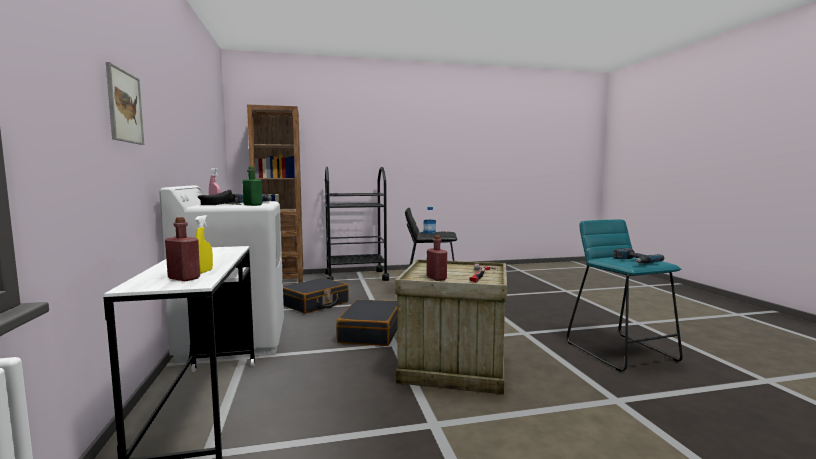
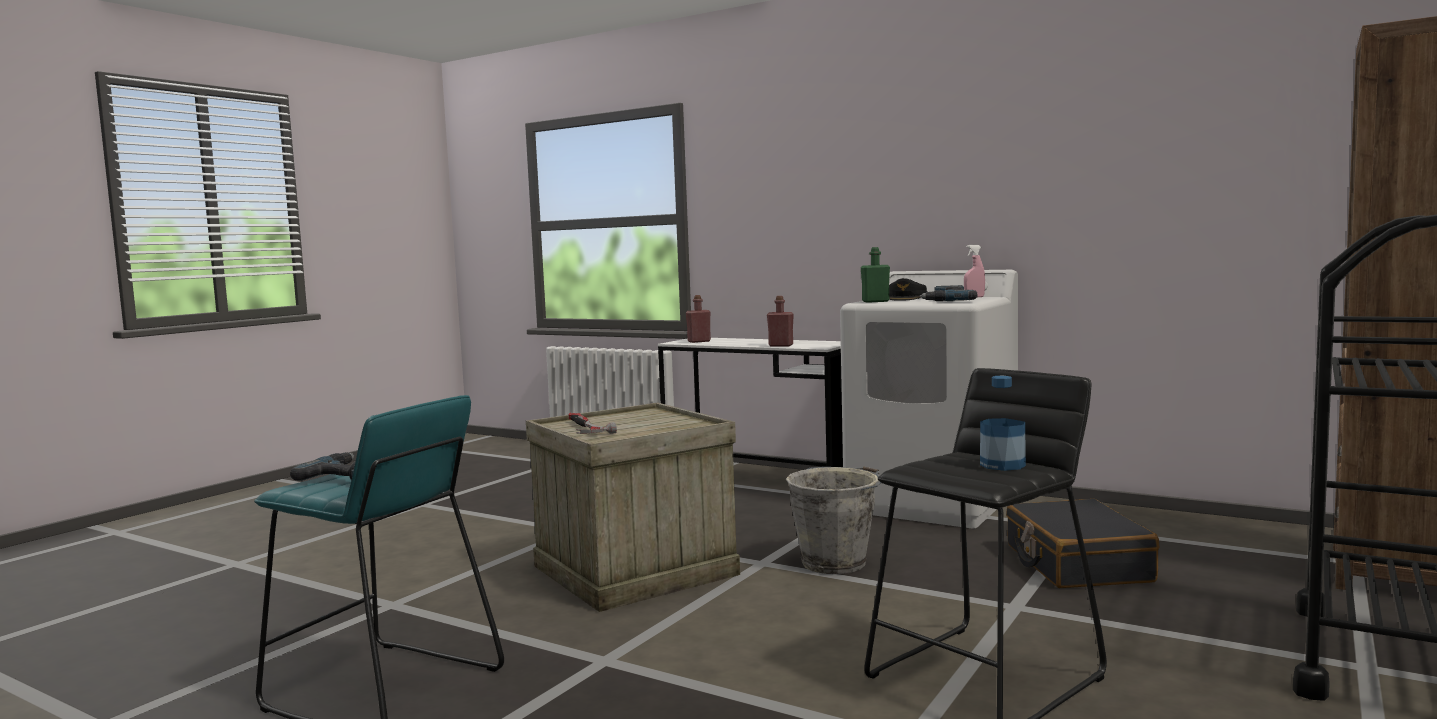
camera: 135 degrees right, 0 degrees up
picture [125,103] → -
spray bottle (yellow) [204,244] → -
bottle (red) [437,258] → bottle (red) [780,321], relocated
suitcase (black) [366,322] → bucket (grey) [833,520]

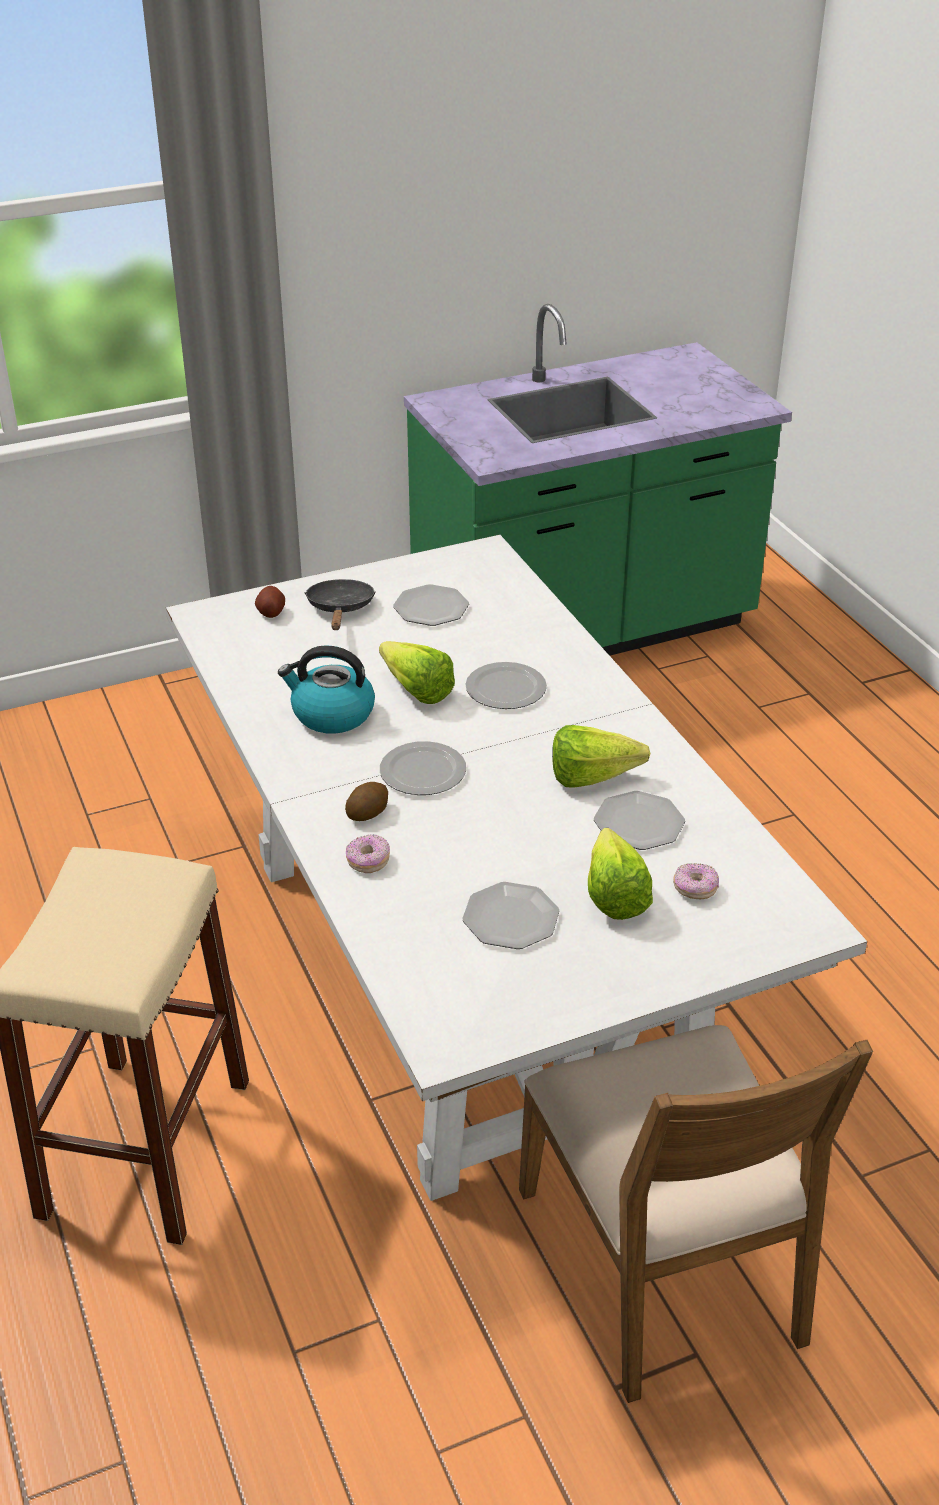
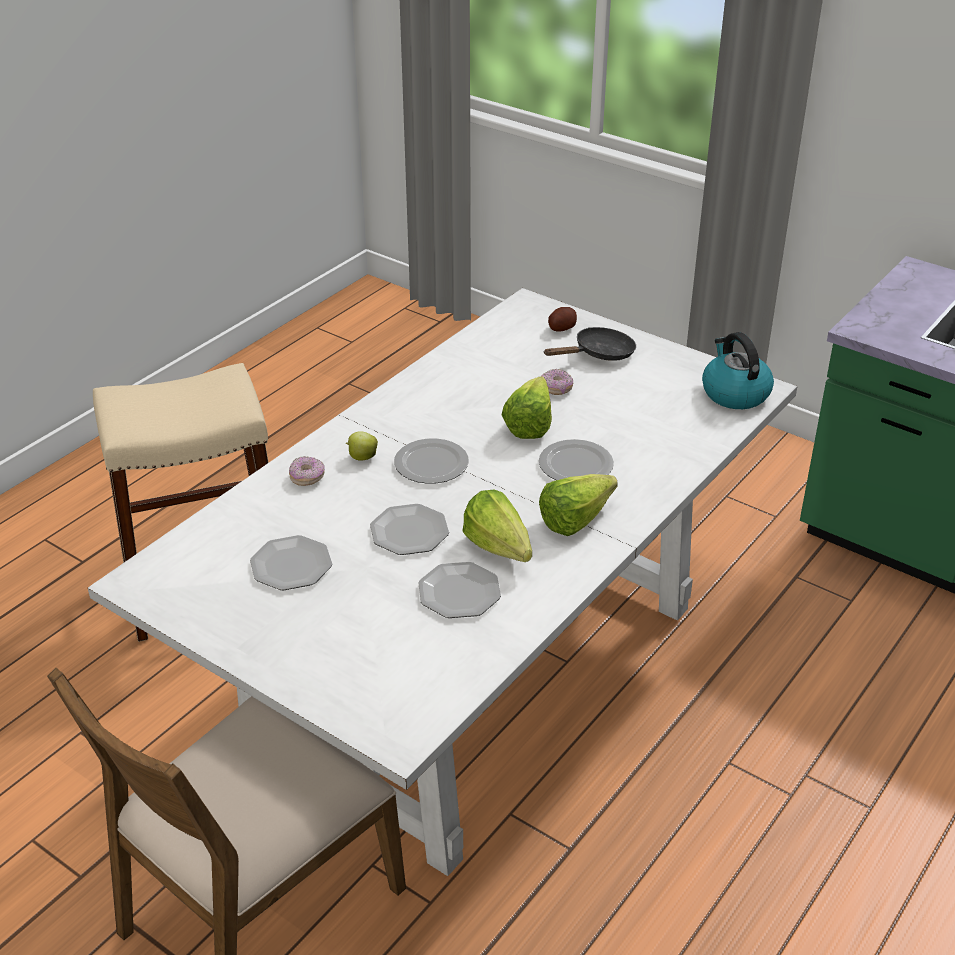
camera: 60 degrees right, 0 degrees up
kettle [326,690] → kettle [738,370], relocated
plate [431,605] → plate [409,529], relocated
lettuce [620,874] → lettuce [578,505], relocated
donut [696,881] → donut [557,382], relocated
potato [366,801] → apple [362,446]

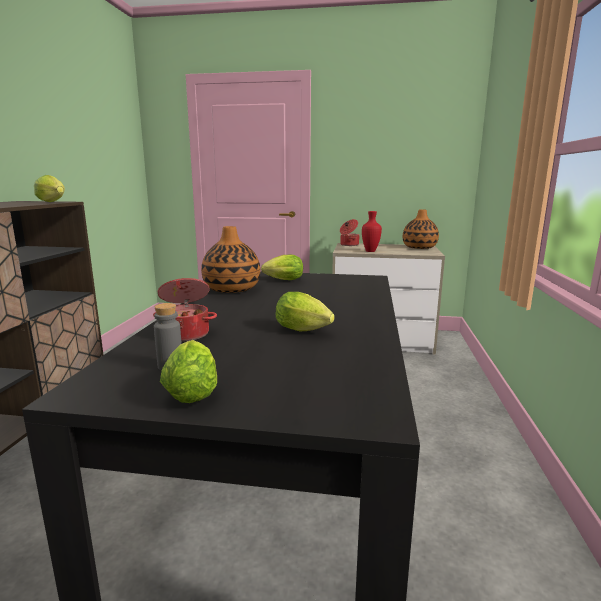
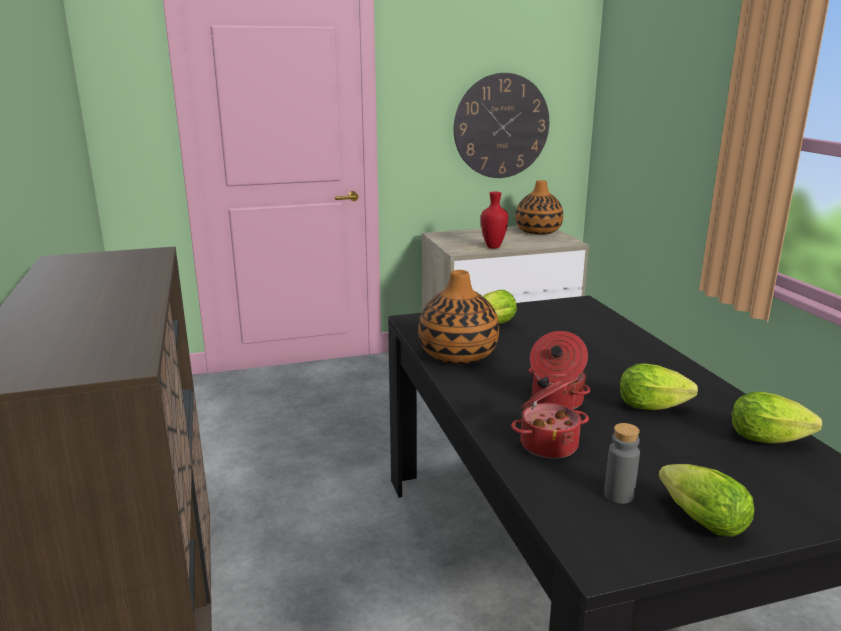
camera: 25 degrees left, 5 degrees up
- → wall clock [501,125]
lettuce [49,188] → lettuce [777,418], relocated
cooking pot [349,232] → cooking pot [559,370], relocated

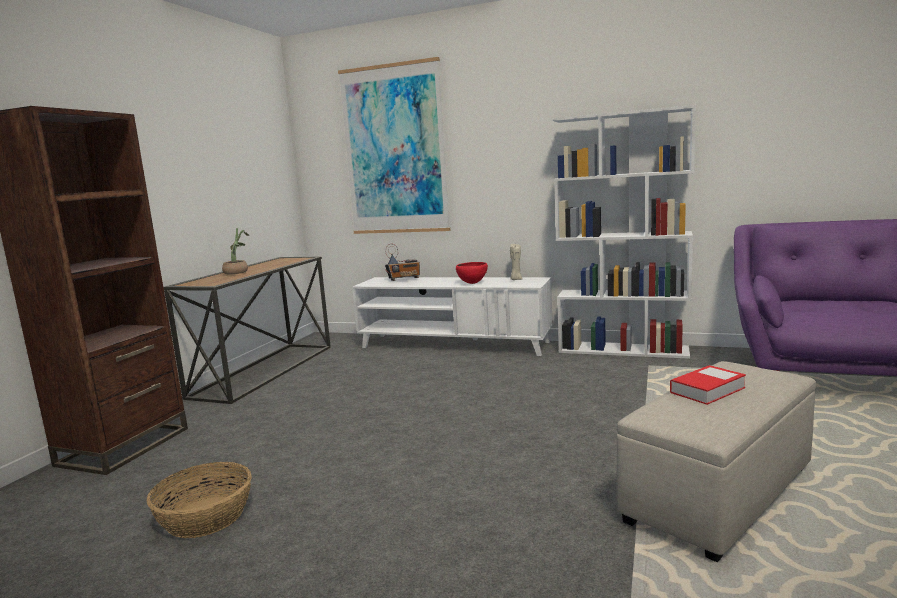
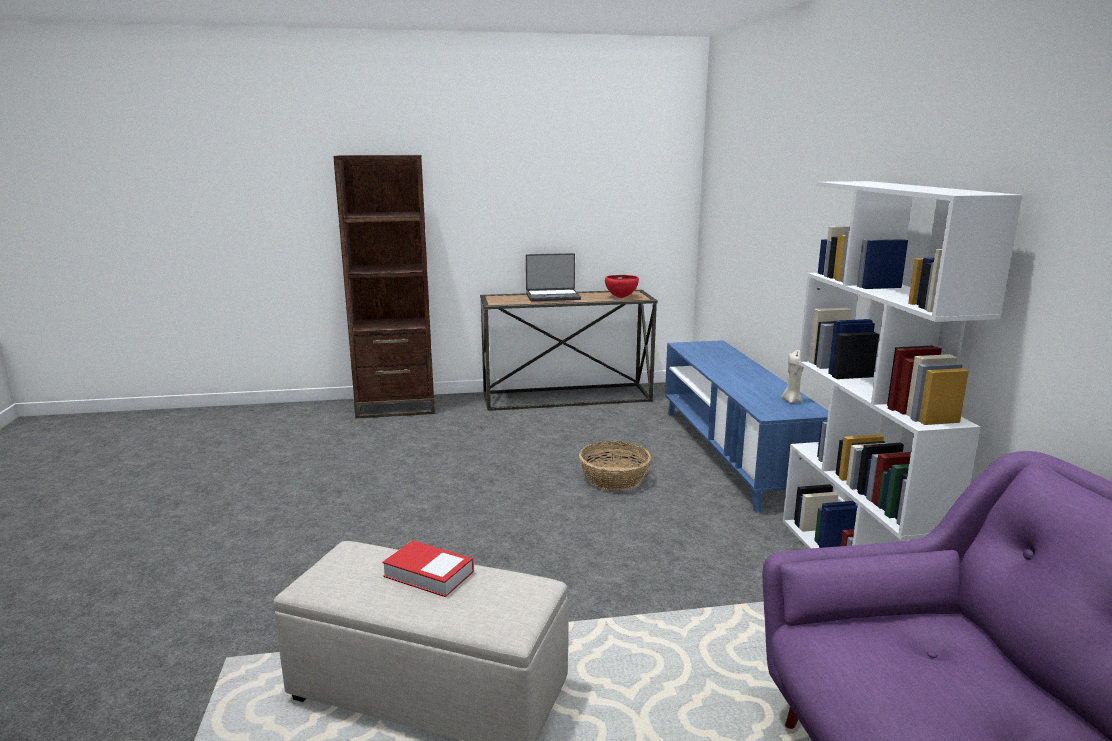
camera: 60 degrees right, 5 degrees up
picture [394,145] → -
radio [402,262] → -
basket [199,500] → basket [615,465], relocated
bowl (red) [472,273] → bowl (red) [622,286], relocated
potted plant [235,251] → laptop [553,277]
tv stand (white) [452,316] → tv stand (blue) [746,426]

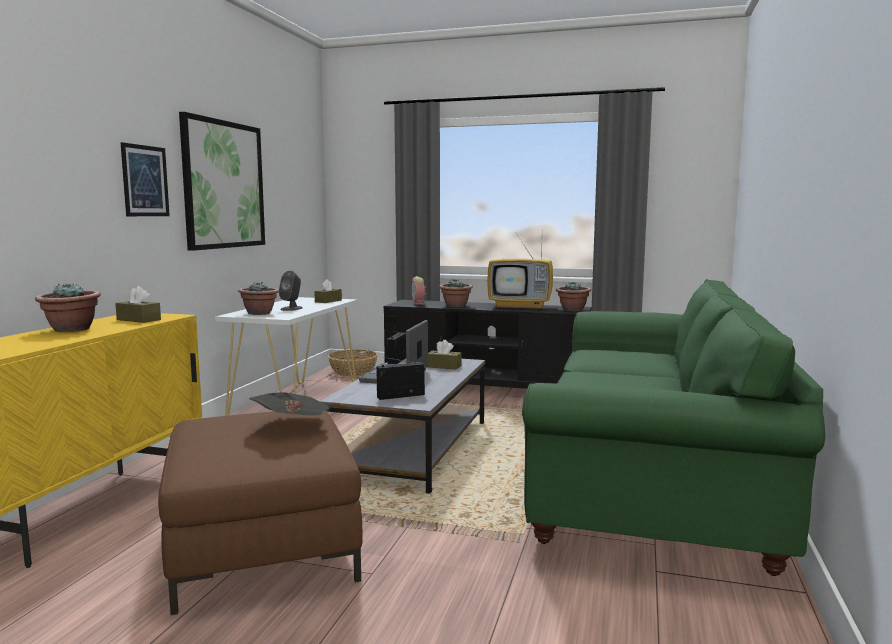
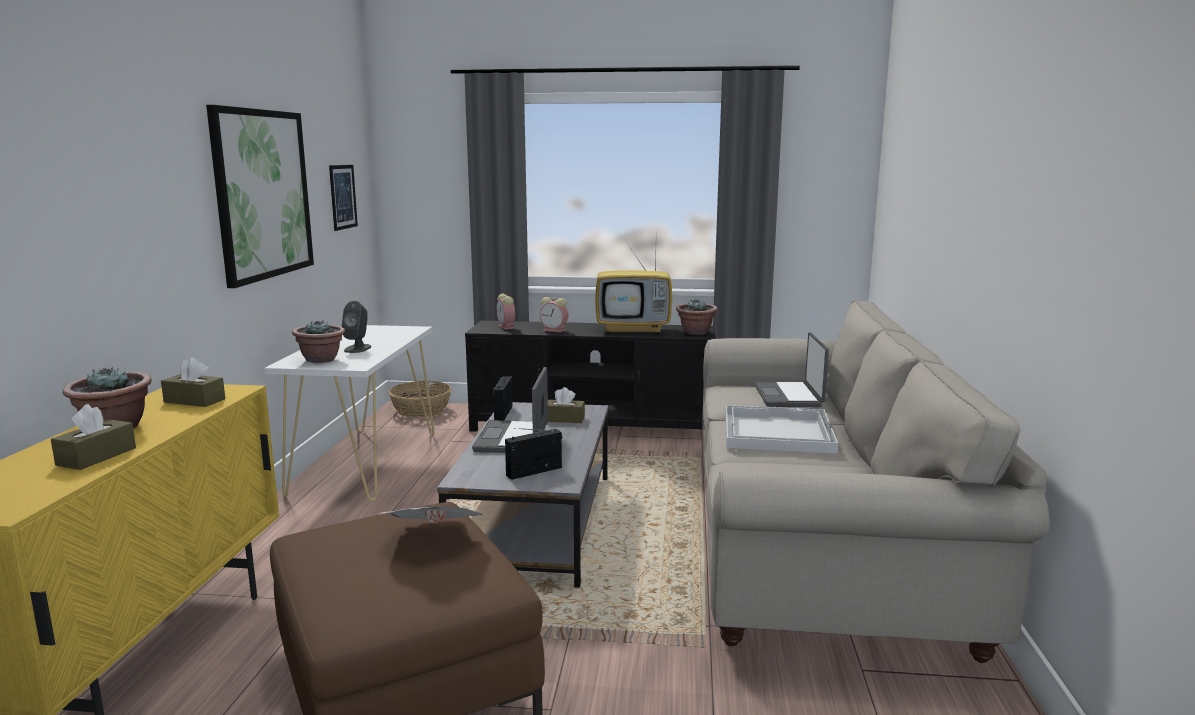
camera: 10 degrees left, 5 degrees up
- → tray (white) [782,429]
- → laptop [791,369]
picture [145,179] → picture [343,198], relocated
tissue box (brown) [328,291] → tissue box (brown) [93,437], relocated
potted plant [456,293] → alarm clock [554,315]
sofa (green) [673,427] → sofa (beige) [876,481]

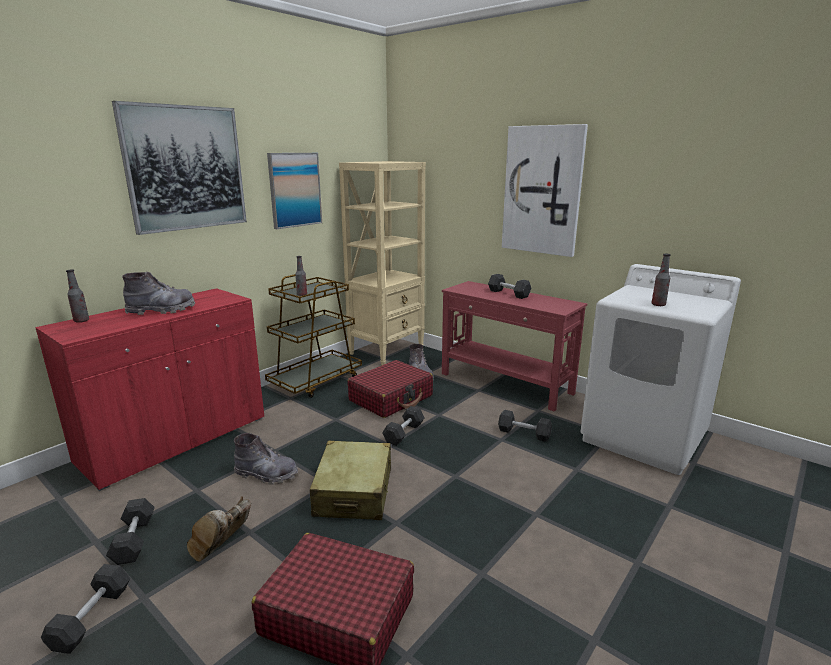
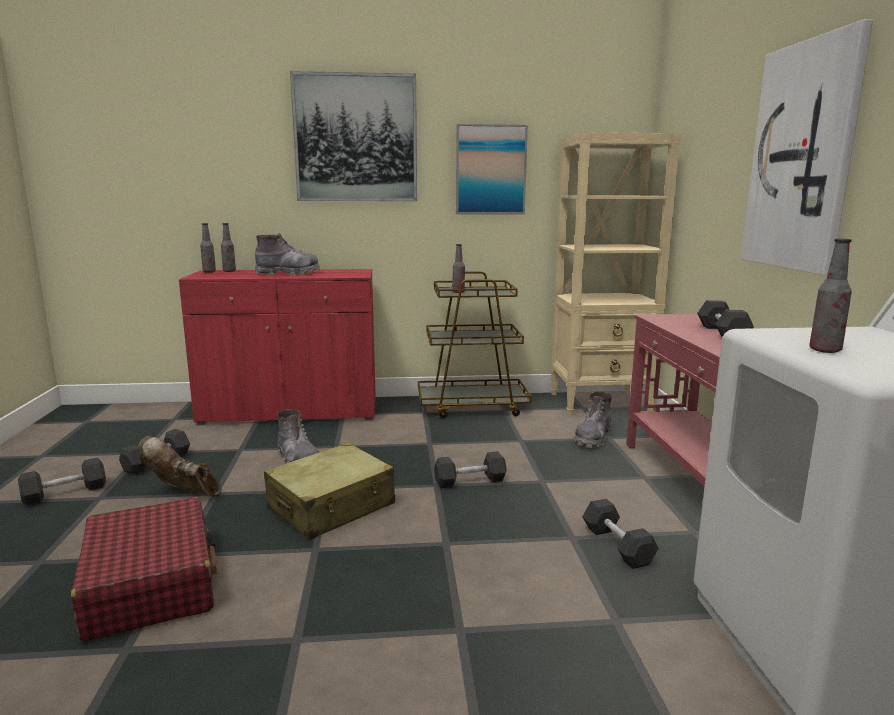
camera: 45 degrees right, 5 degrees down
suitcase (red) [390,389] → -
- → bottle [208,248]
boot (grey) [158,293] → boot (grey) [287,254], 45 degrees counterclockwise
boot (brown) [219,528] → boot (brown) [179,466], 45 degrees clockwise

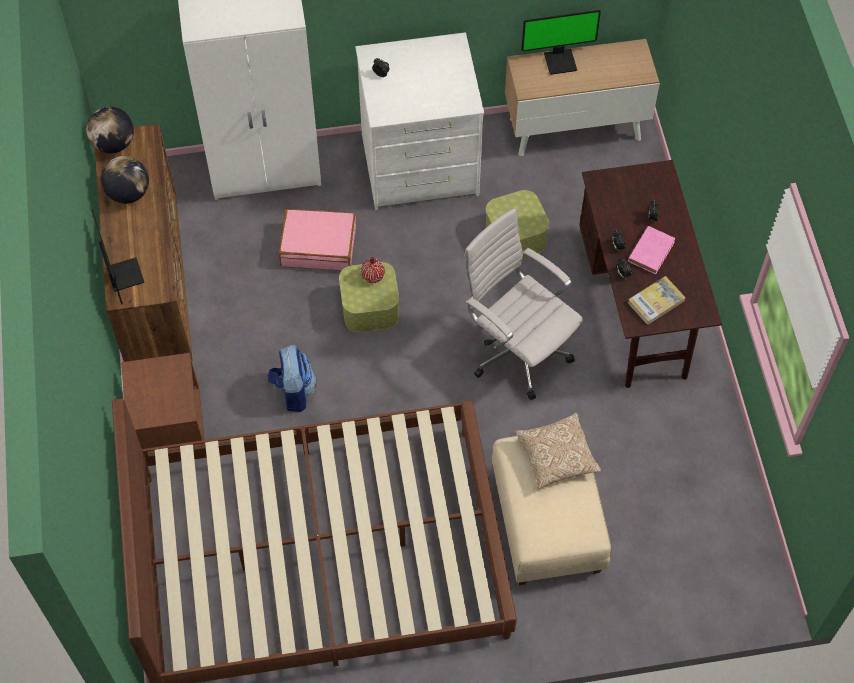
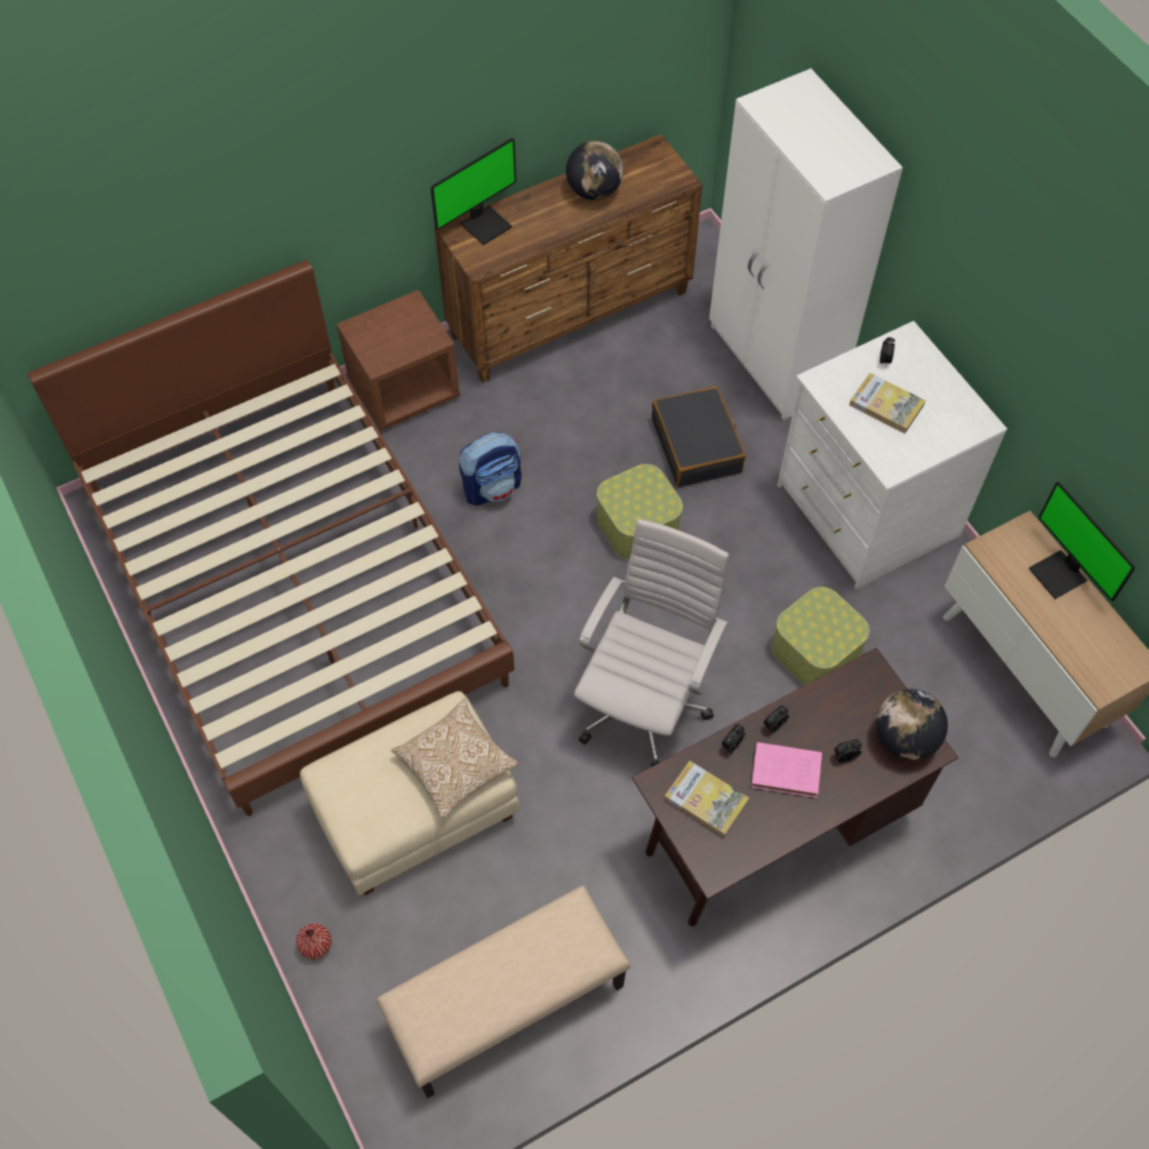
camera: 70 degrees right, 0 degrees up
- → bench (beige) [503,992]
- → book [887,403]
globe [110,129] → globe [912,724], relocated
vase (red) [373,270] → vase (red) [314,941], relocated
suitcase (pink) [317,240] → suitcase (black) [699,436]

